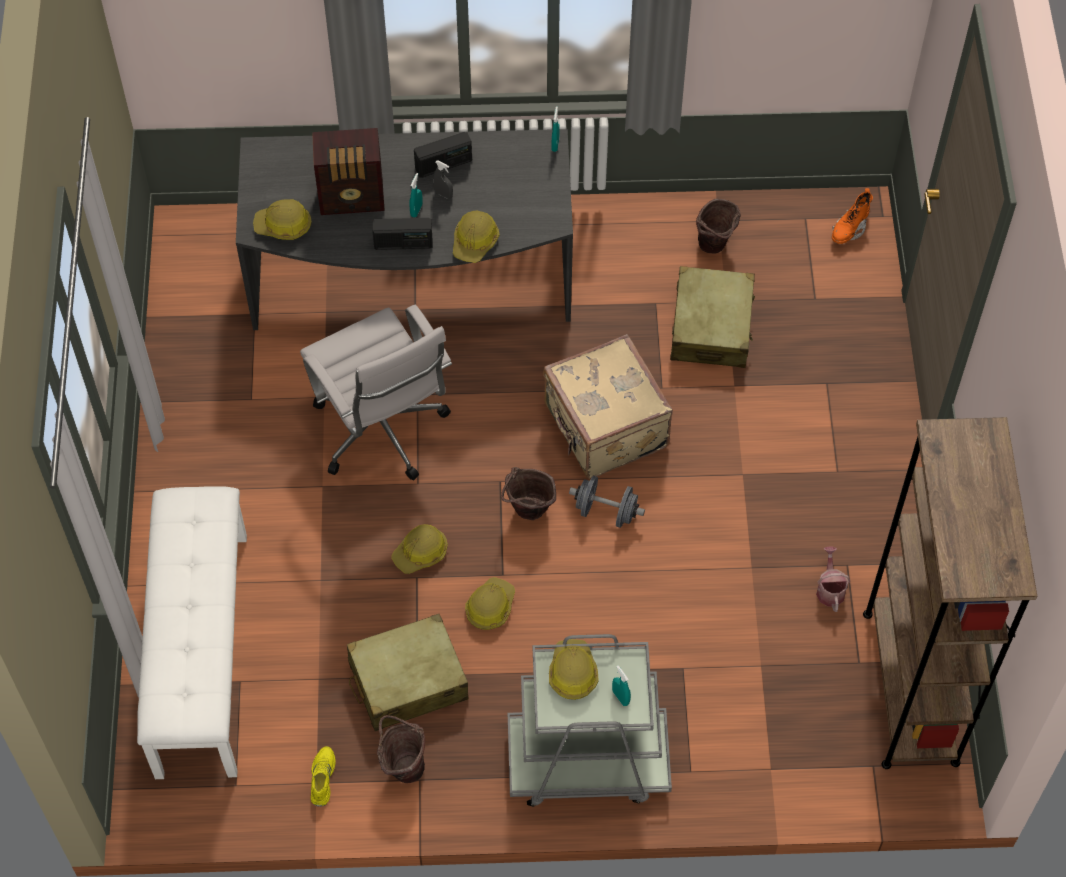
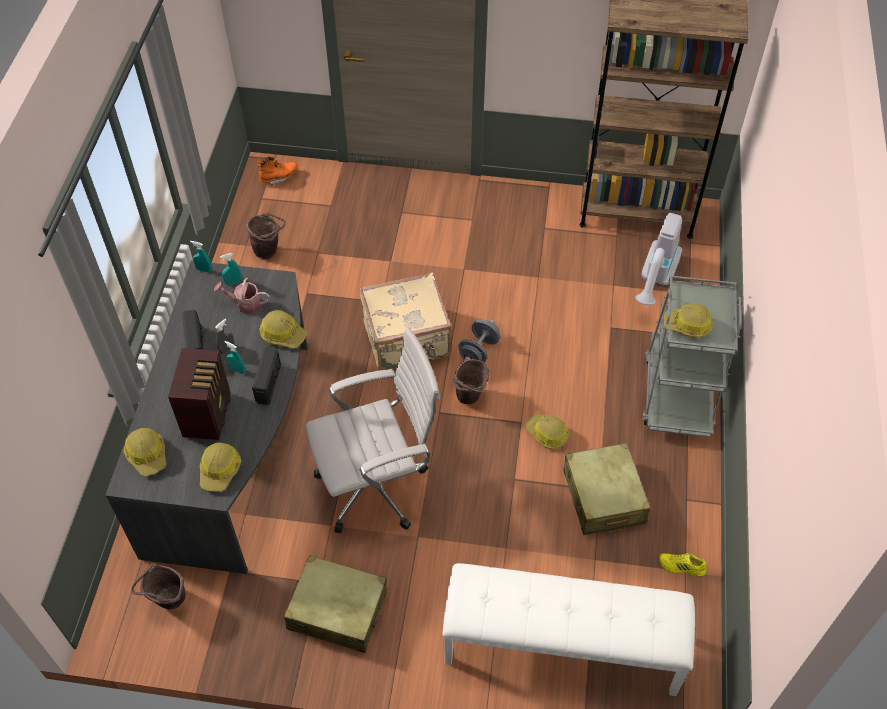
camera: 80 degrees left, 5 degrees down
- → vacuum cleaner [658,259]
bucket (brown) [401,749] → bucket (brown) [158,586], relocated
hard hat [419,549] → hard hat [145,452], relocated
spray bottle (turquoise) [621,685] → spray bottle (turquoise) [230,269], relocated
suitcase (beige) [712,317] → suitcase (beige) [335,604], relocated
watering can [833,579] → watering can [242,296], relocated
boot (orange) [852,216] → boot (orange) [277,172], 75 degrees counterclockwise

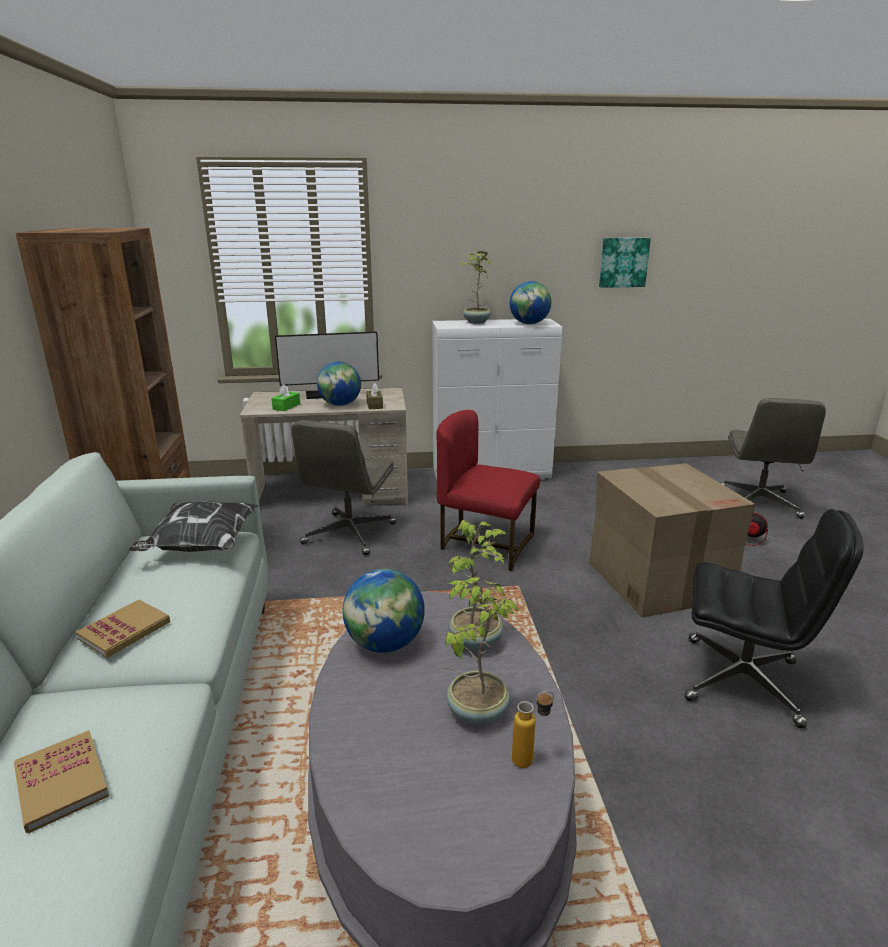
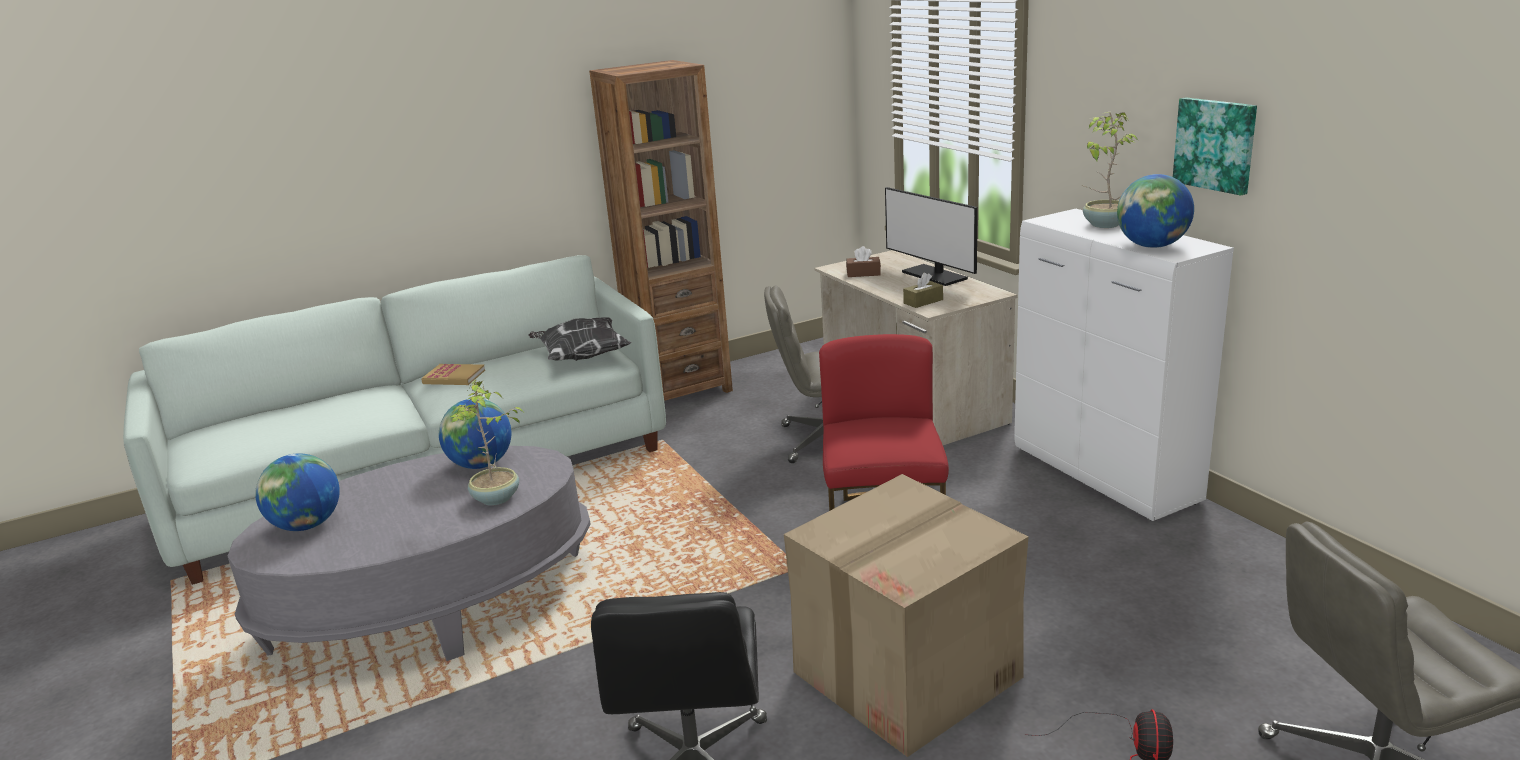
camera: 70 degrees right, 0 degrees up
book [61,782] → -
potted plant [482,651] → -
bottle [533,729] → -
globe [339,383] → globe [297,492], relocated
picture [625,263] → picture [1215,146], relocated
tissue box (green) [285,397] → tissue box (brown) [863,261]

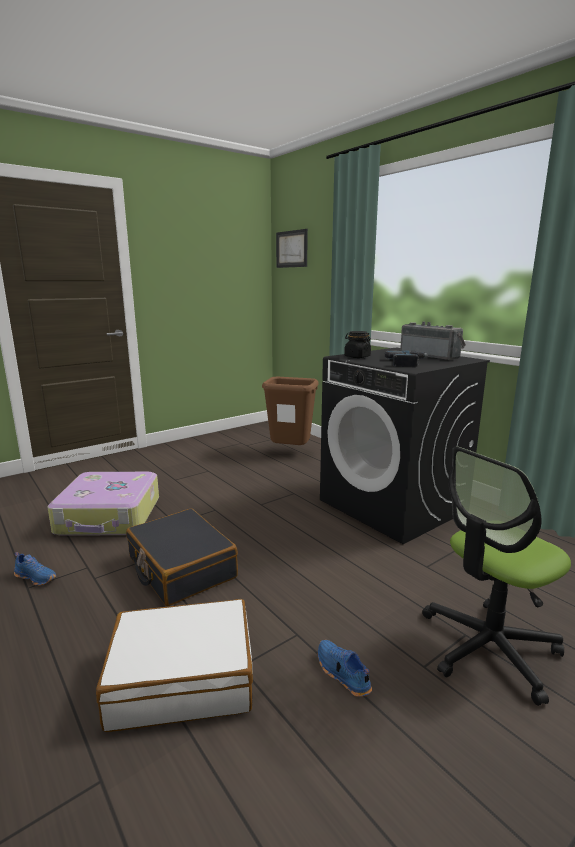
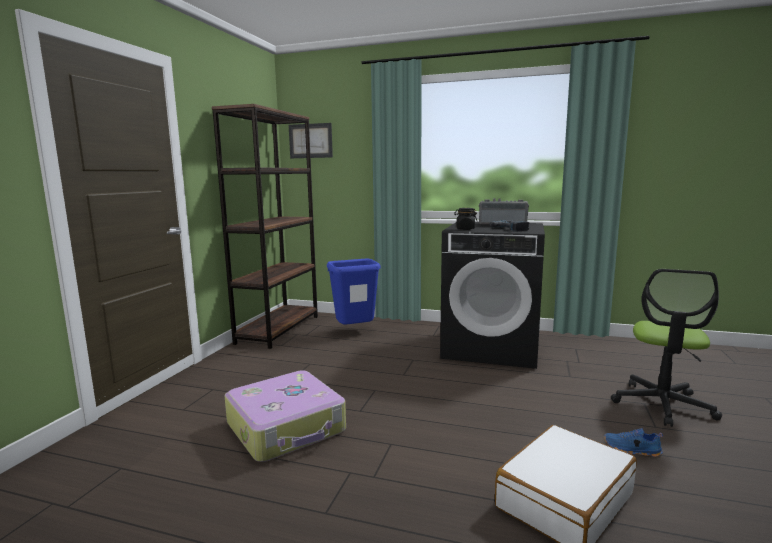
camera: 35 degrees left, 5 degrees down
shoe (blue) [35,569] → -
suitcase (black) [182,557] → -
- → bookcase (brown) [265,226]
trash can (brown) [290,411] → trash can (blue) [354,292]

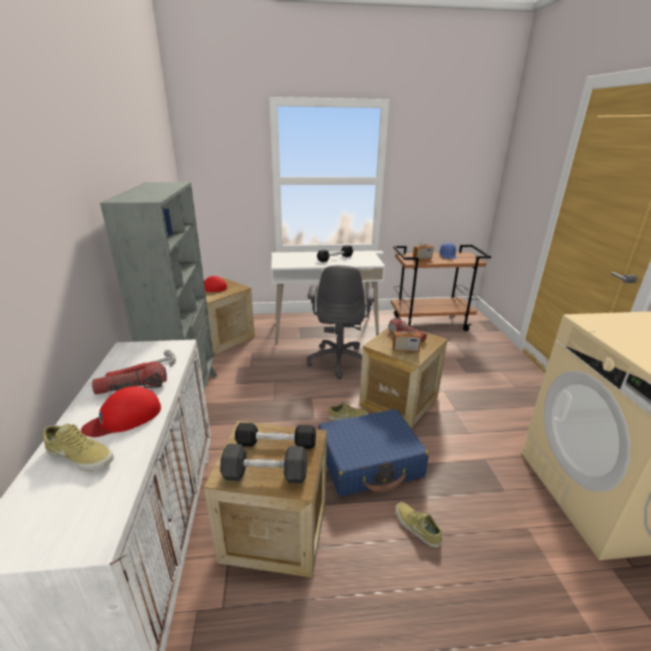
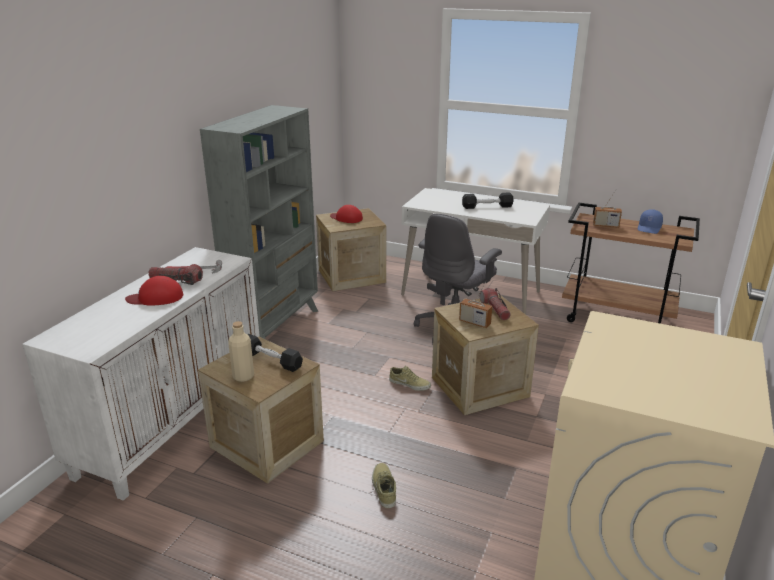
camera: 30 degrees right, 0 degrees up
shoe (beige) [78,448] → -
suitcase (blue) [373,453] → -
dumbbell (grey) [263,463] → bottle (beige) [241,351]

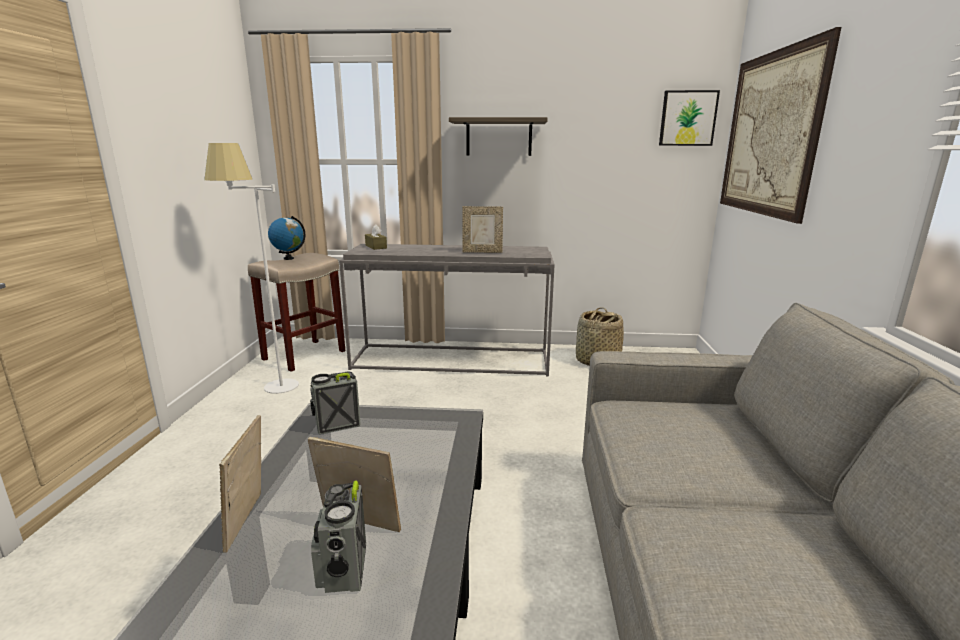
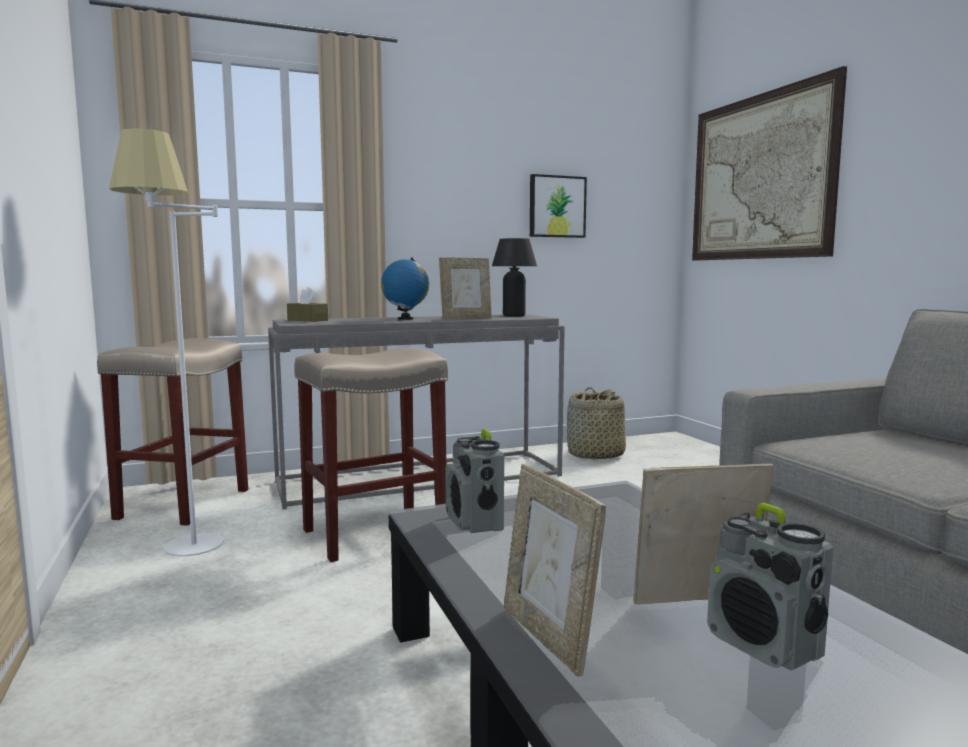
camera: 25 degrees left, 10 degrees down
shelf [498,136] → -
- → stool (beige) [371,455]
- → table lamp (black) [514,277]
globe [287,238] → globe [405,288], relocated
picture [689,118] → picture [558,206], relocated
radio [335,402] → radio [474,481], 60 degrees counterclockwise

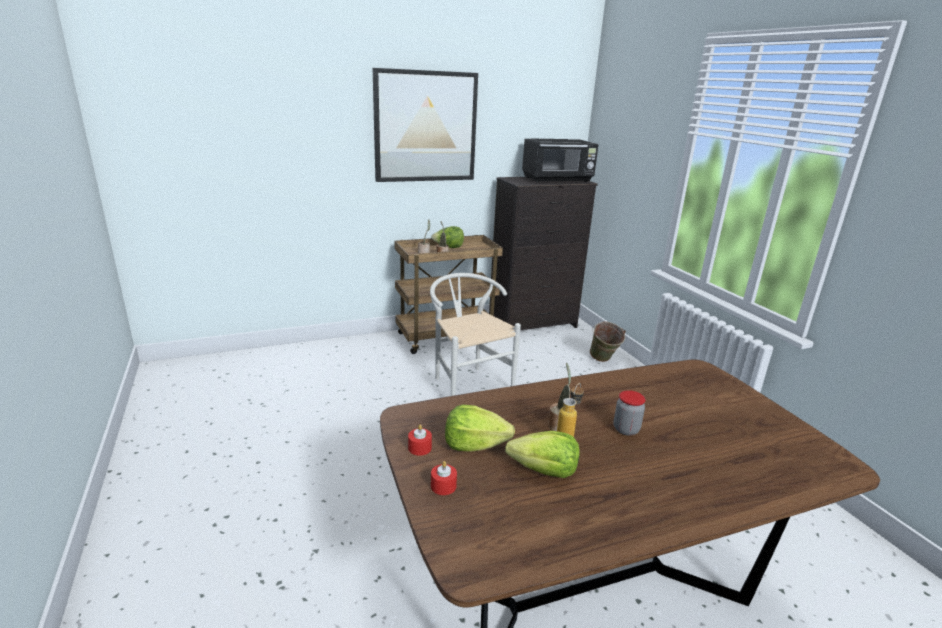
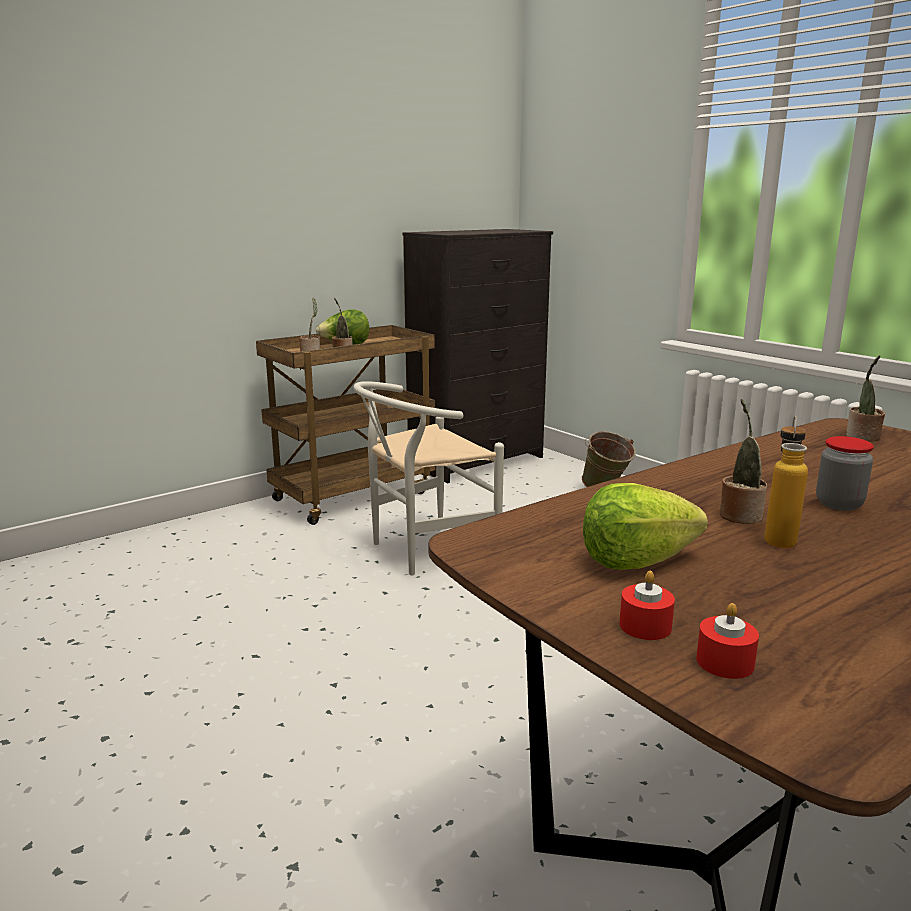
camera: 15 degrees left, 5 degrees down
picture [425,125] → -
lettuce [542,454] → -
microwave (black) [560,160] → -
- → potted plant [865,398]
candle (red) [420,440] → candle (red) [727,641], relocated
chair (white) [475,334] → chair (white) [429,478], 75 degrees counterclockwise

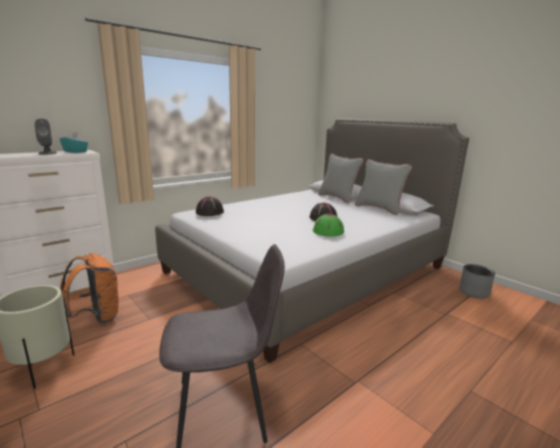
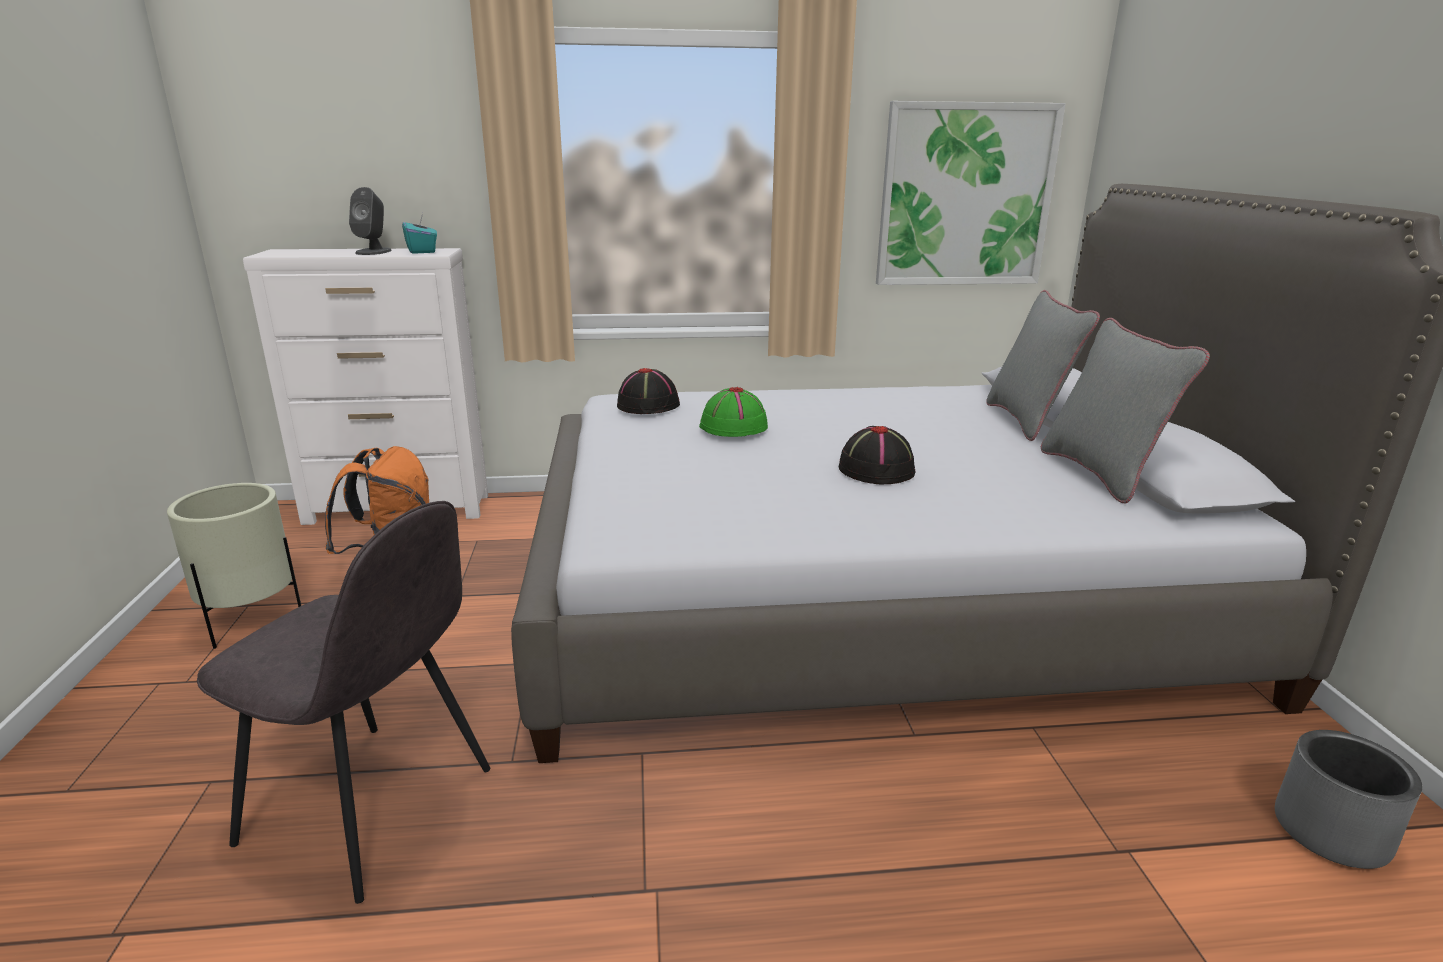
camera: 35 degrees right, 5 degrees up
- → picture [971,193]
hat (green) [328,225] → hat (green) [733,412], relocated

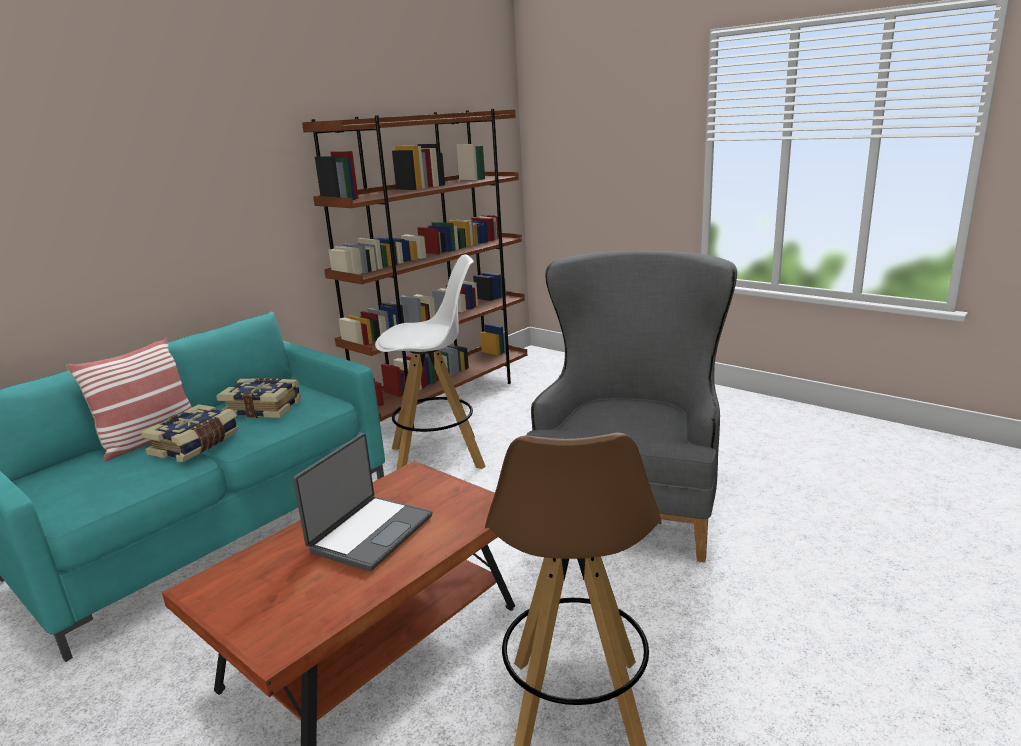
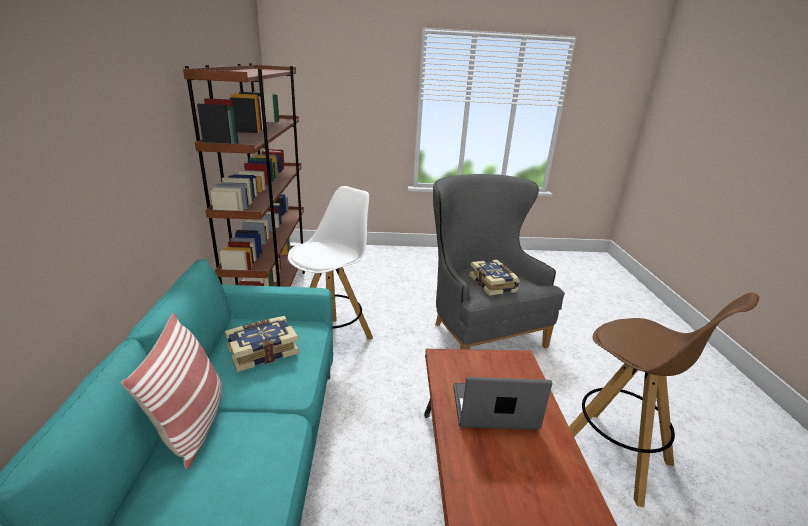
camera: 45 degrees left, 5 degrees up
book [189,433] → book [494,277], relocated
laptop [363,502] → laptop [503,403], 75 degrees counterclockwise

